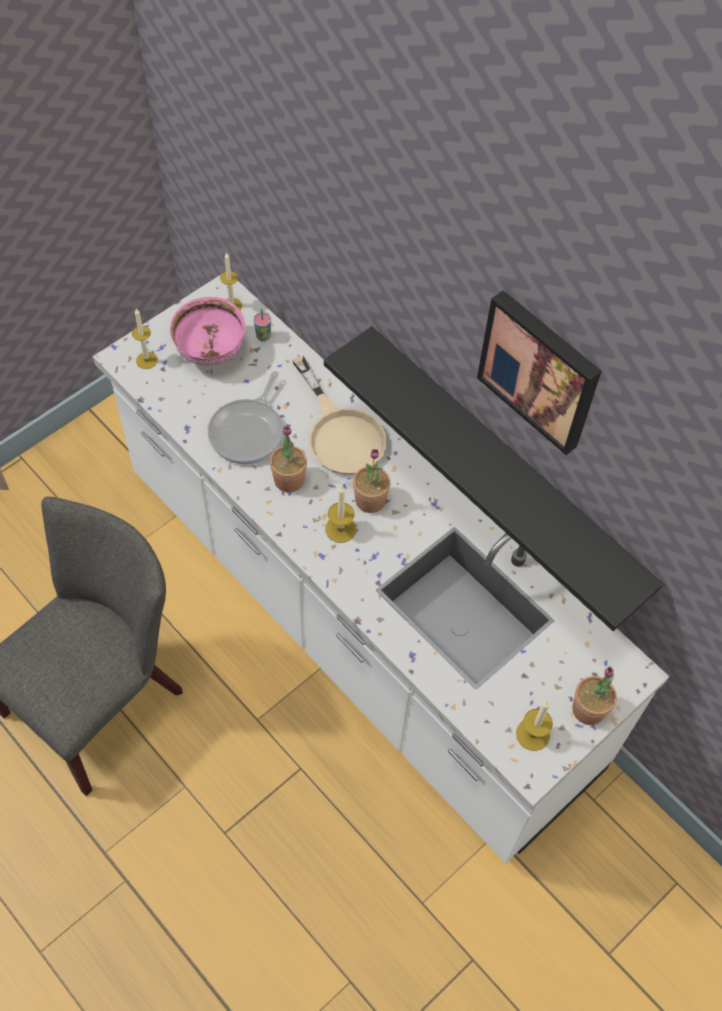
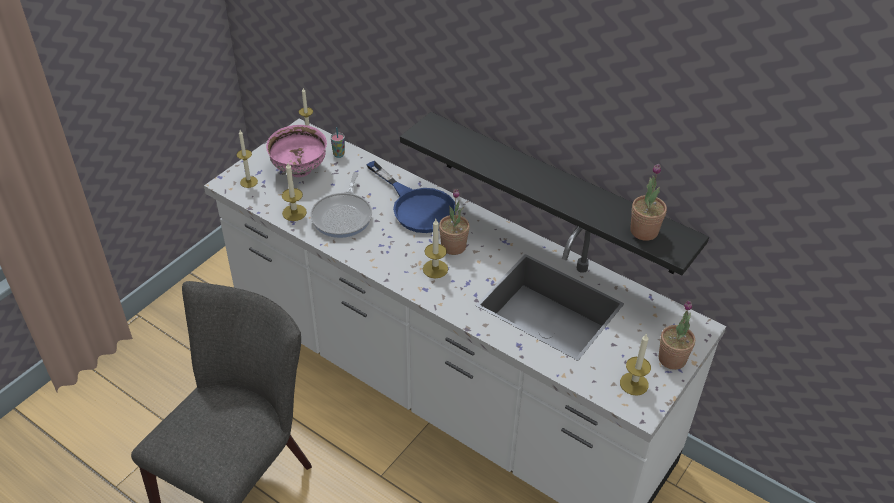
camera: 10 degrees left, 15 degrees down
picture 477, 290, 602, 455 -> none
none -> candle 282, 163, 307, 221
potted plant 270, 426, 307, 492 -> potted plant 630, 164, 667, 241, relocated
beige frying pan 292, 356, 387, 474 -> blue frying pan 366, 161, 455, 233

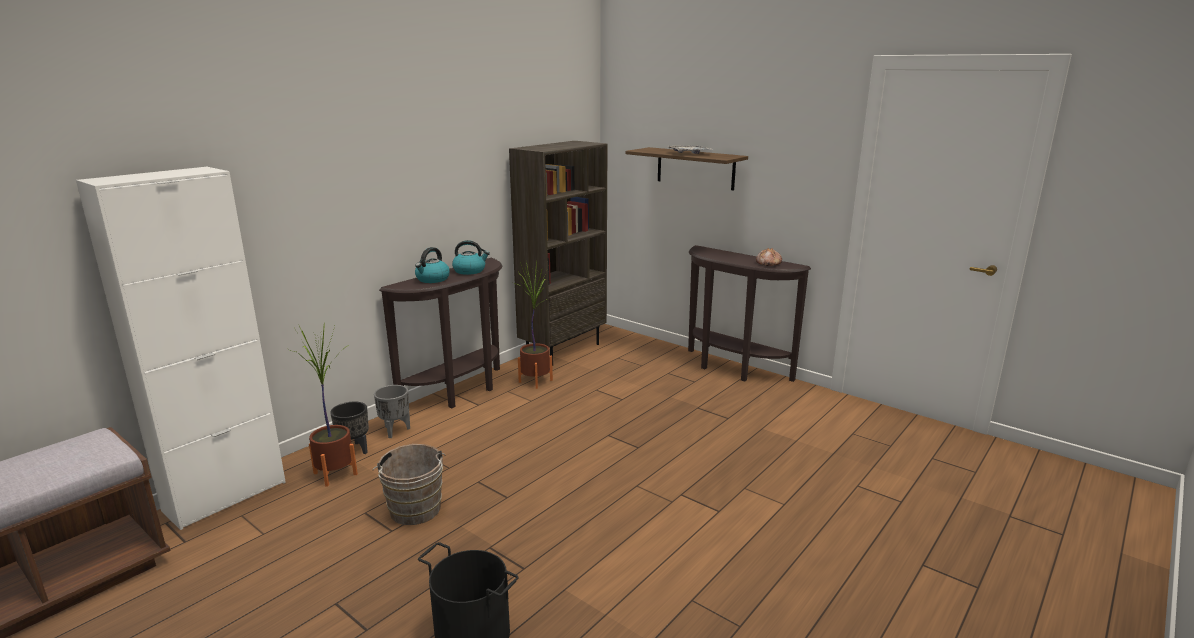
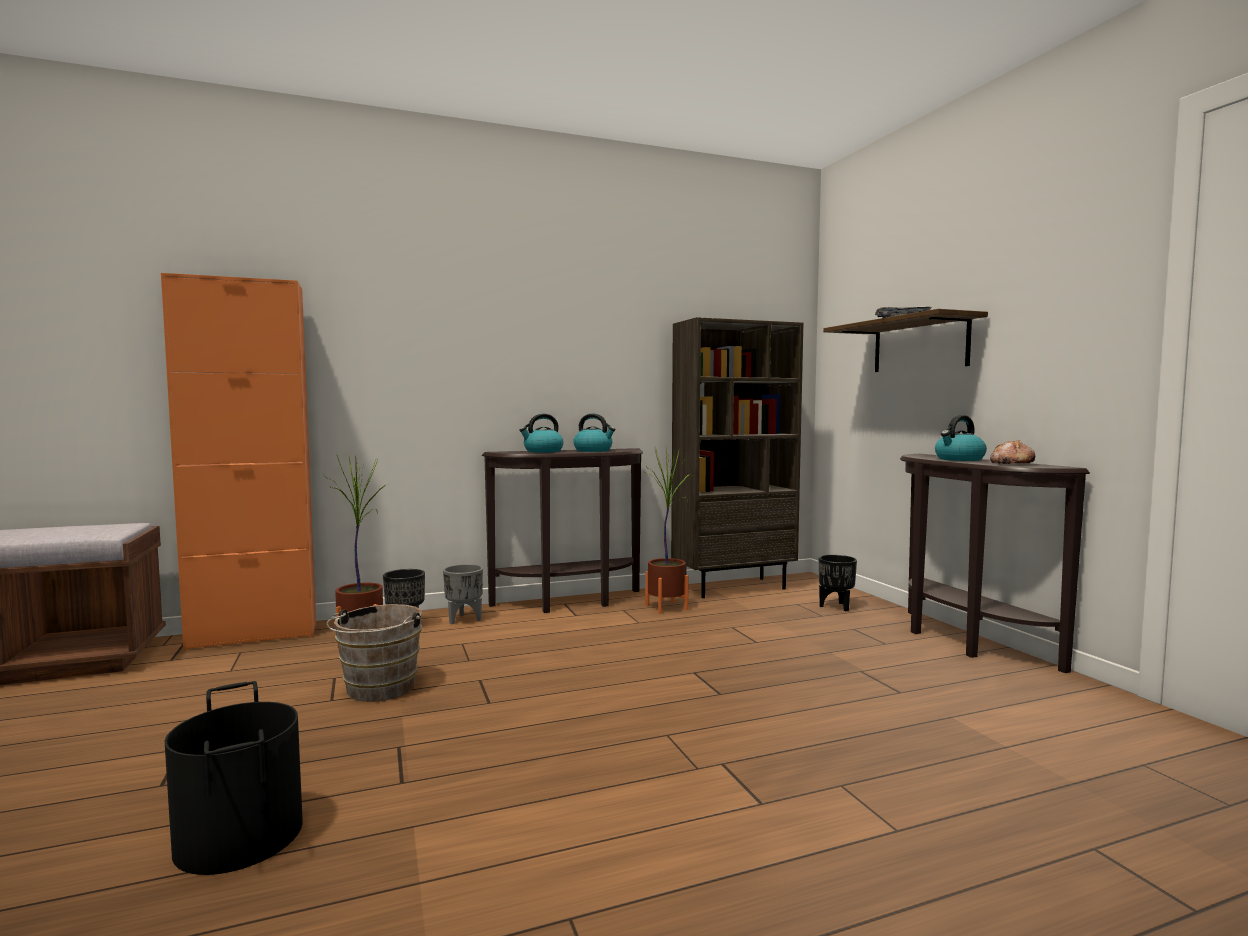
camera: 30 degrees right, 15 degrees down
none -> black planter 819, 555, 857, 611
none -> kettle 935, 415, 987, 461
white cabinet 76, 167, 286, 530 -> orange cabinet 161, 273, 316, 651

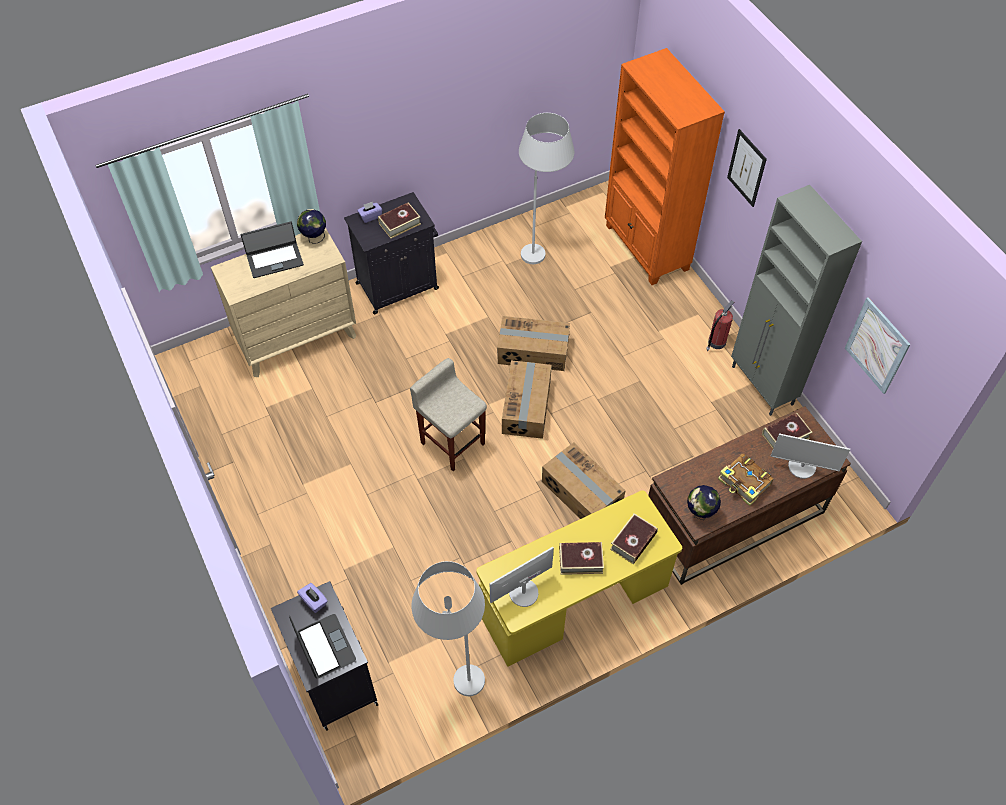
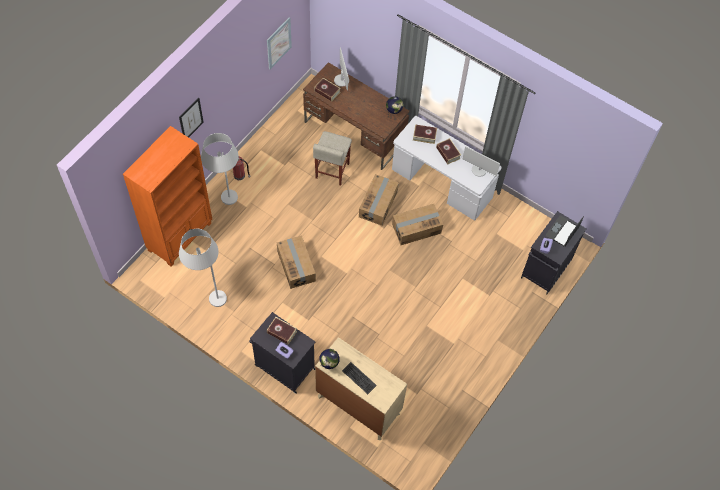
camera: 120 degrees left, 5 degrees up
book 718, 454, 774, 506 -> none
grey cabinet 731, 185, 862, 416 -> none
beige stool 410, 358, 487, 471 -> beige stool 313, 131, 352, 186, relocated
white floor lamp 411, 561, 485, 696 -> white floor lamp 201, 133, 238, 205, relocated
cardboard box 502, 361, 552, 439 -> cardboard box 392, 204, 443, 245, relocated
laptop 241, 221, 304, 278 -> keyboard 342, 362, 377, 394
yellow desk 476, 490, 682, 667 -> white desk 392, 116, 501, 221

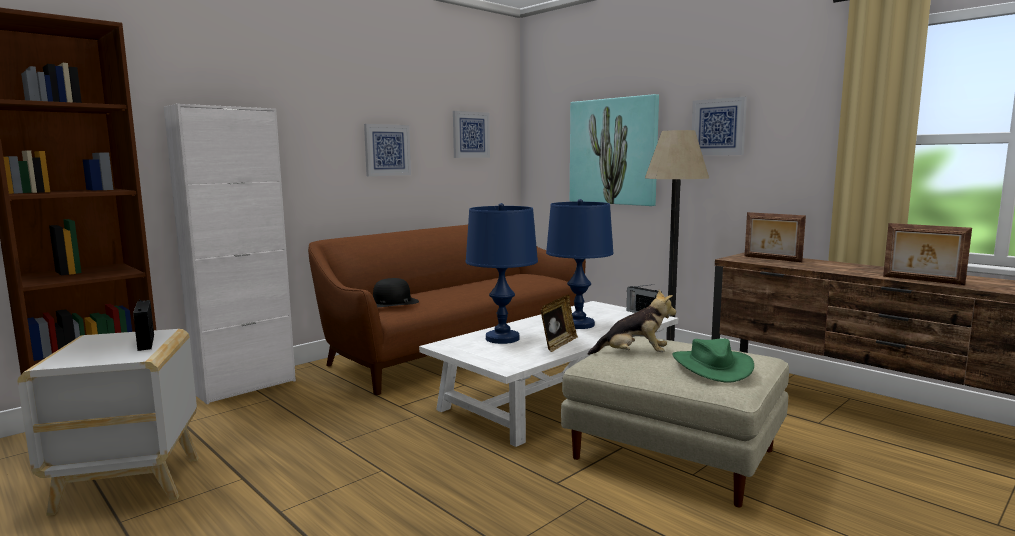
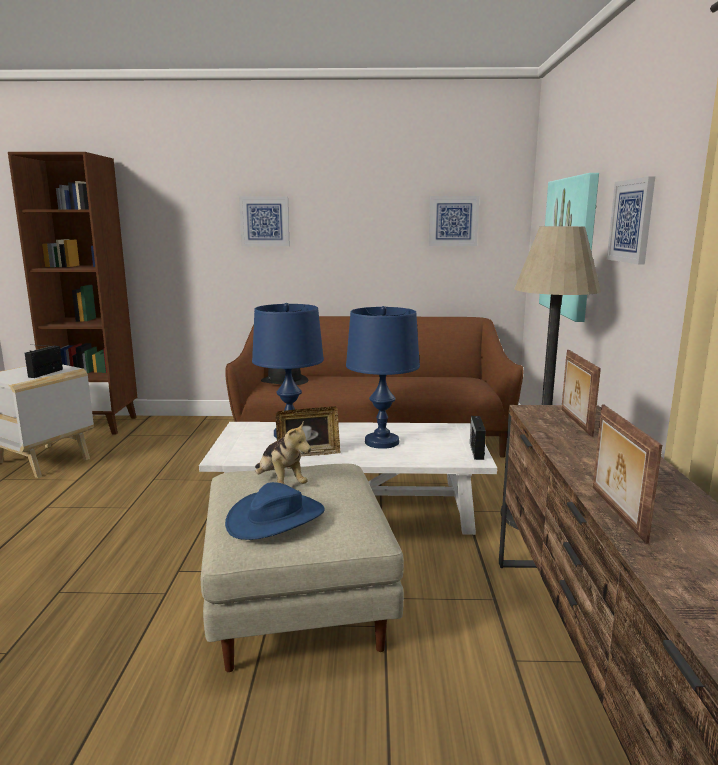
camera: 45 degrees right, 5 degrees up
white cabinet 164, 104, 296, 404 -> none
picture 364, 124, 411, 176 -> picture 239, 197, 290, 246, relocated
green hat 672, 338, 754, 383 -> blue hat 225, 482, 325, 540

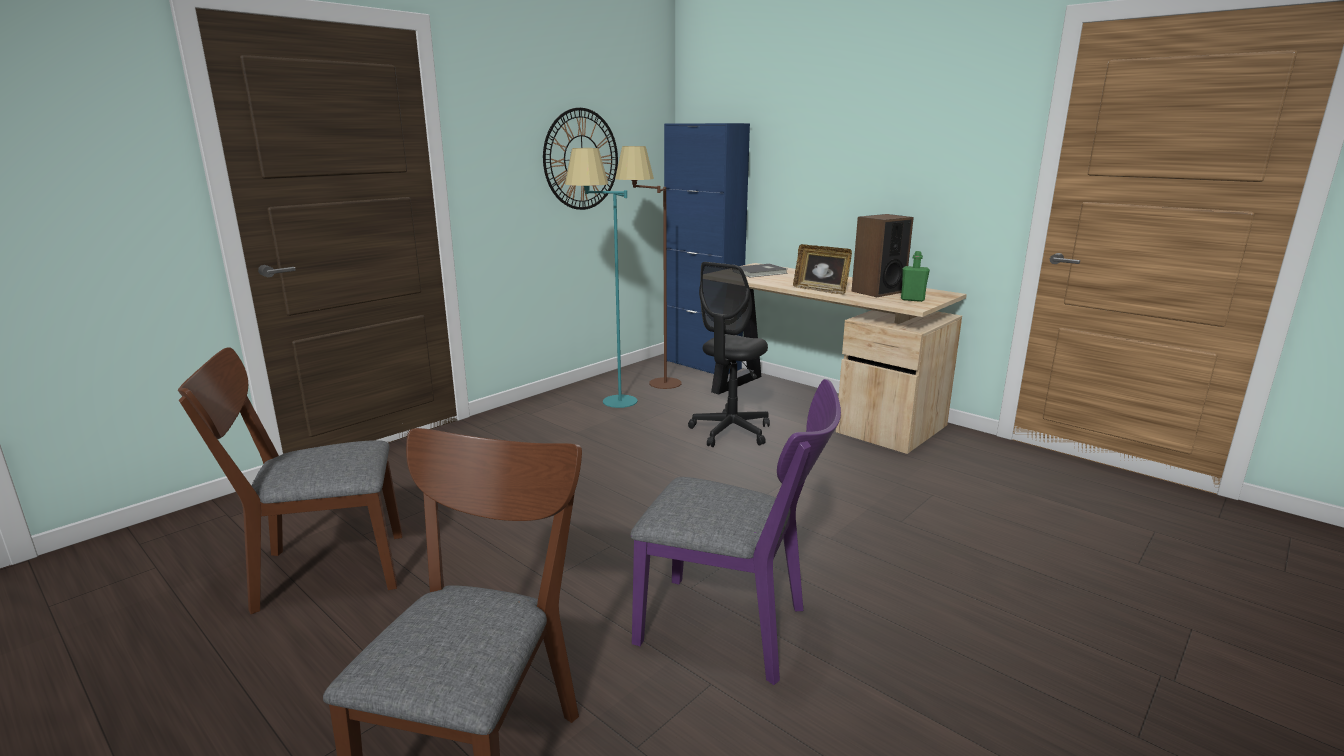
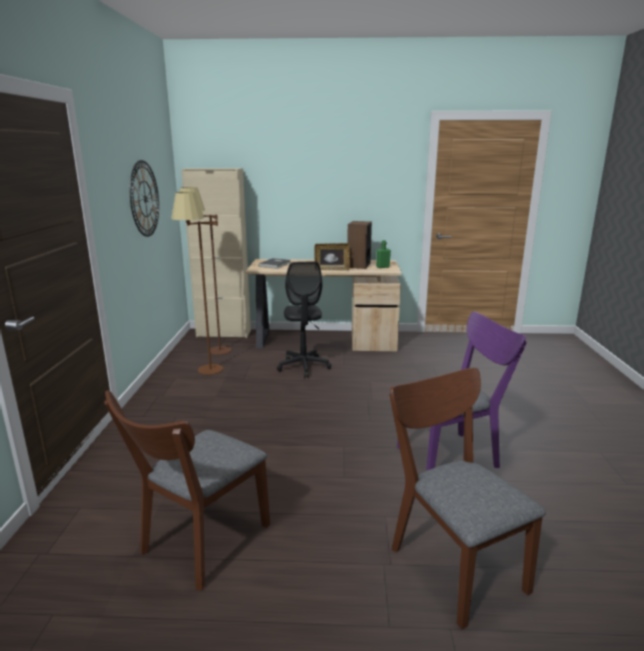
camera: 40 degrees left, 0 degrees up
turquoise floor lamp 565, 148, 638, 408 -> brown floor lamp 171, 192, 223, 375
blue cabinet 664, 123, 750, 374 -> beige cabinet 181, 168, 251, 338

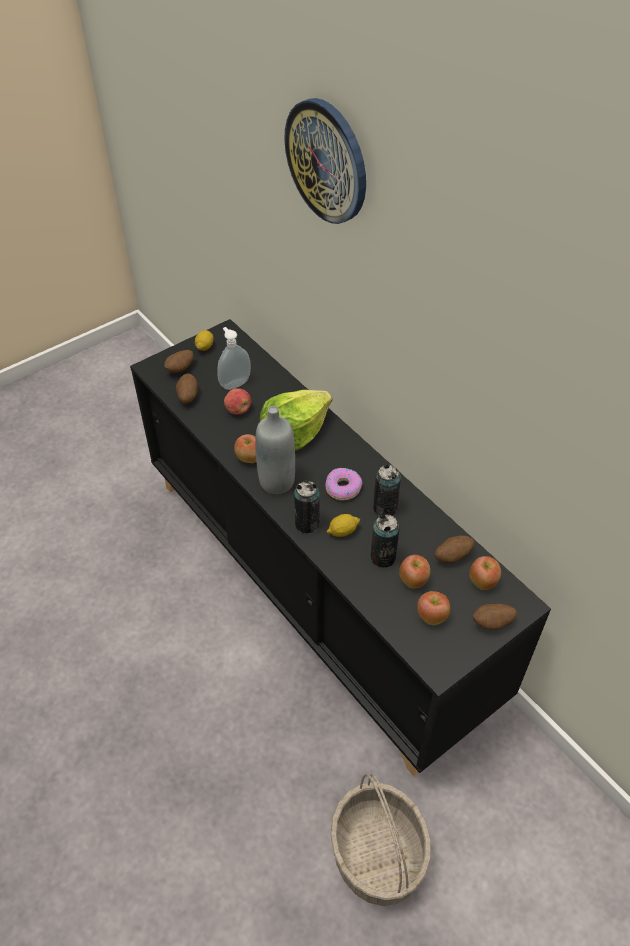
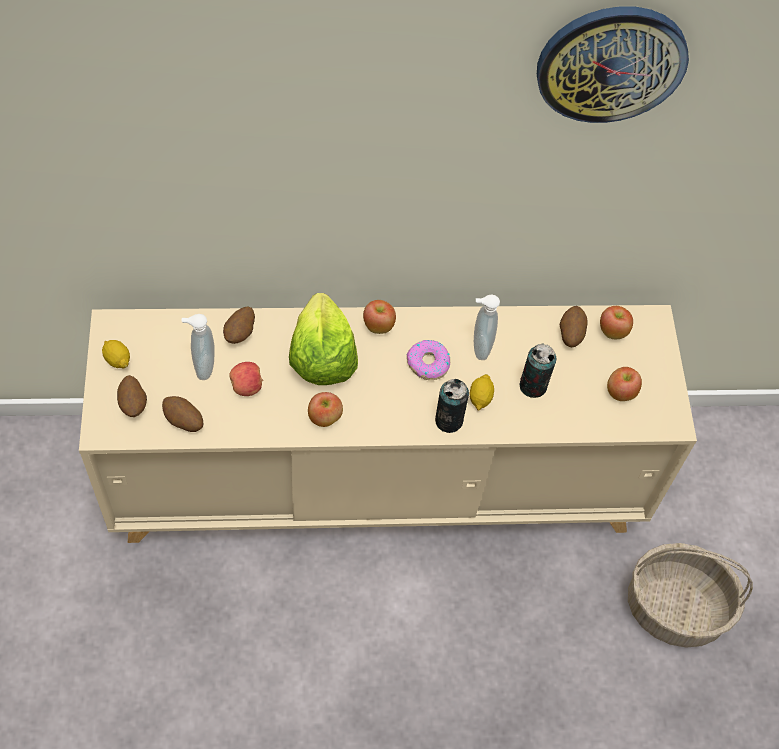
camera: 60 degrees left, 10 degrees up
grey bottle 255, 406, 295, 494 -> none
wall clock 284, 98, 366, 224 -> wall clock 537, 6, 689, 123, relocated
apple 399, 555, 430, 589 -> apple 363, 300, 396, 334, relocated
potato 473, 604, 517, 630 -> potato 223, 307, 255, 344, relocated
can 373, 464, 401, 516 -> soap dispenser 474, 294, 500, 360
black cabinet 130, 319, 551, 776 -> beige cabinet 79, 305, 697, 543

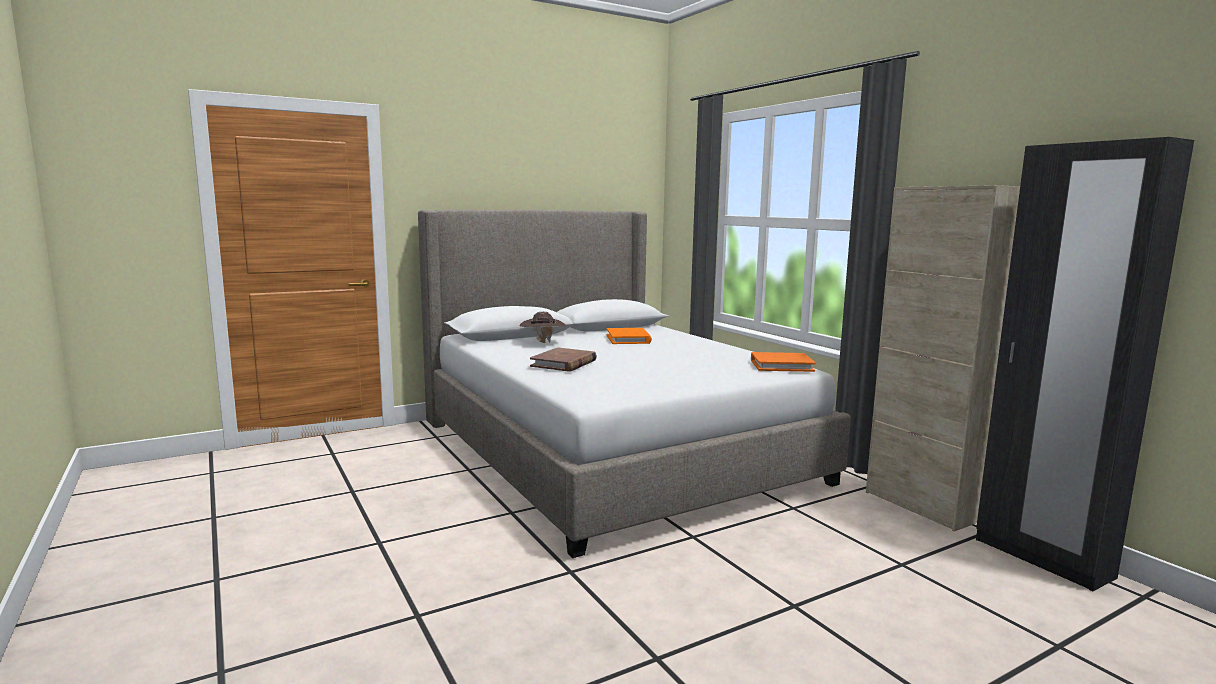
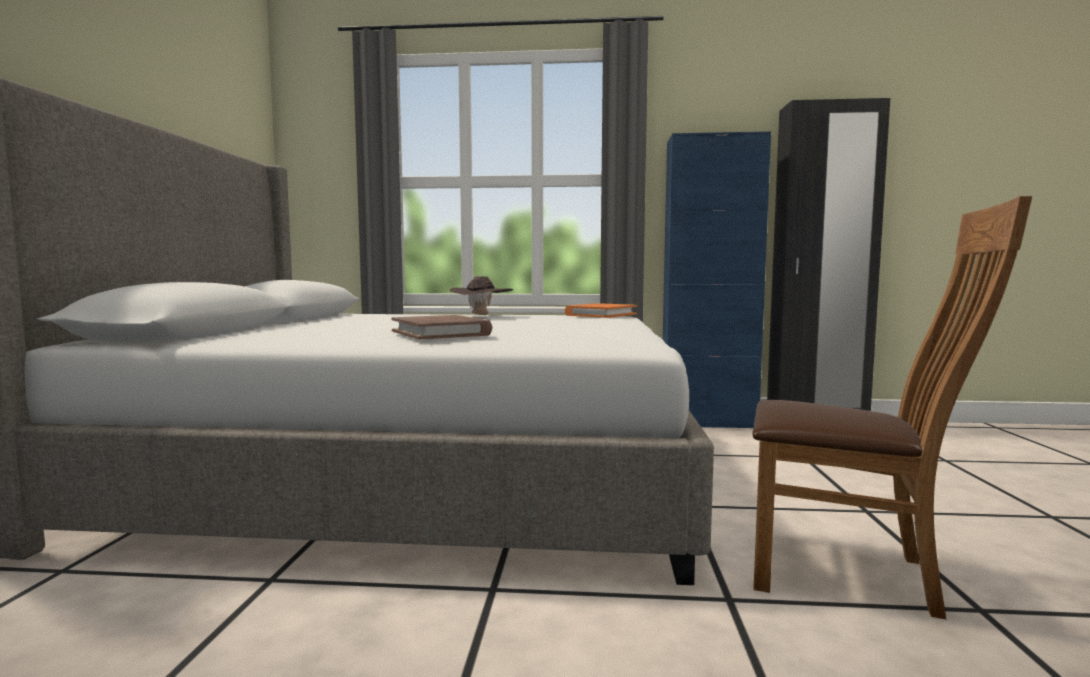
camera: 55 degrees left, 5 degrees down
orange book 607, 328, 652, 344 -> none
none -> brown chair 752, 196, 1032, 619
brown hat 520, 312, 566, 343 -> brown hat 450, 276, 513, 316, relocated
beige cabinet 866, 185, 1020, 532 -> blue cabinet 663, 131, 771, 428

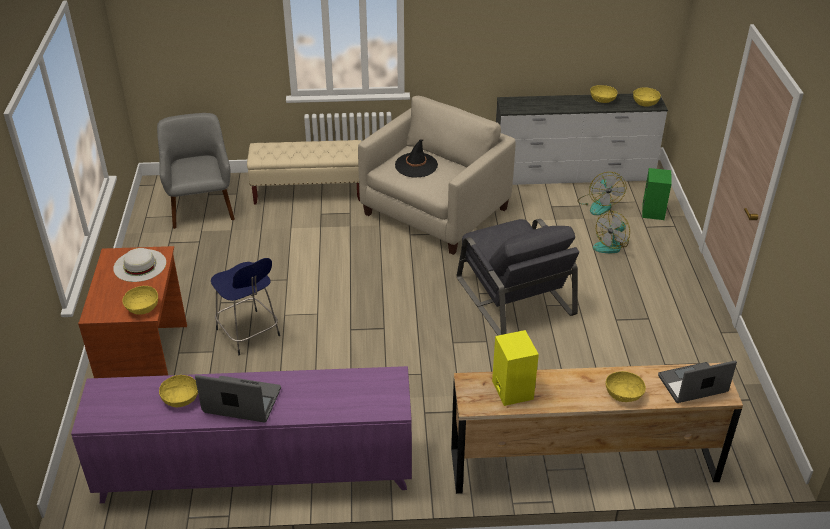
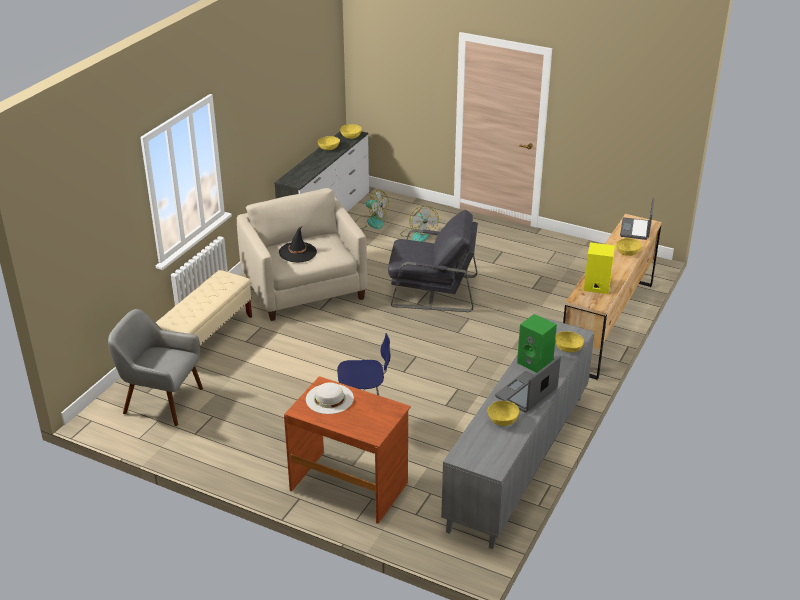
camera: 60 degrees left, 5 degrees down
yellow bowl 122, 286, 158, 315 -> yellow bowl 555, 331, 584, 353, relocated
green speaker 642, 168, 672, 220 -> green speaker 517, 314, 557, 373, relocated
purple cabinet 71, 366, 412, 503 -> grey cabinet 441, 318, 594, 549

